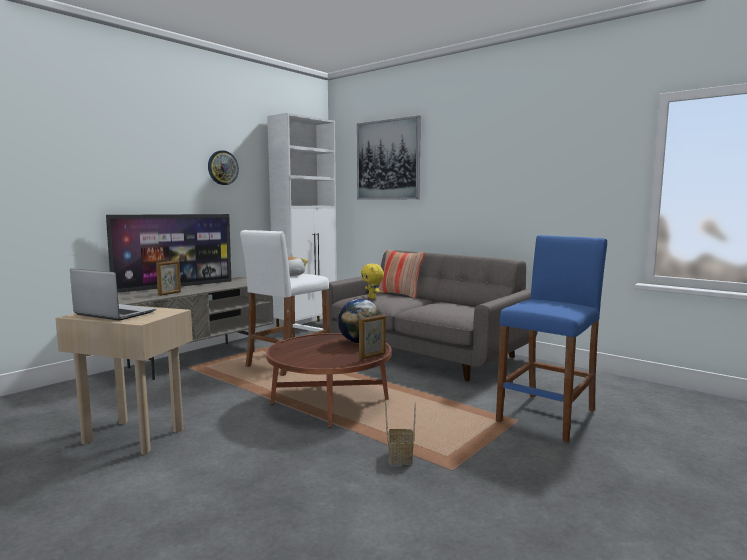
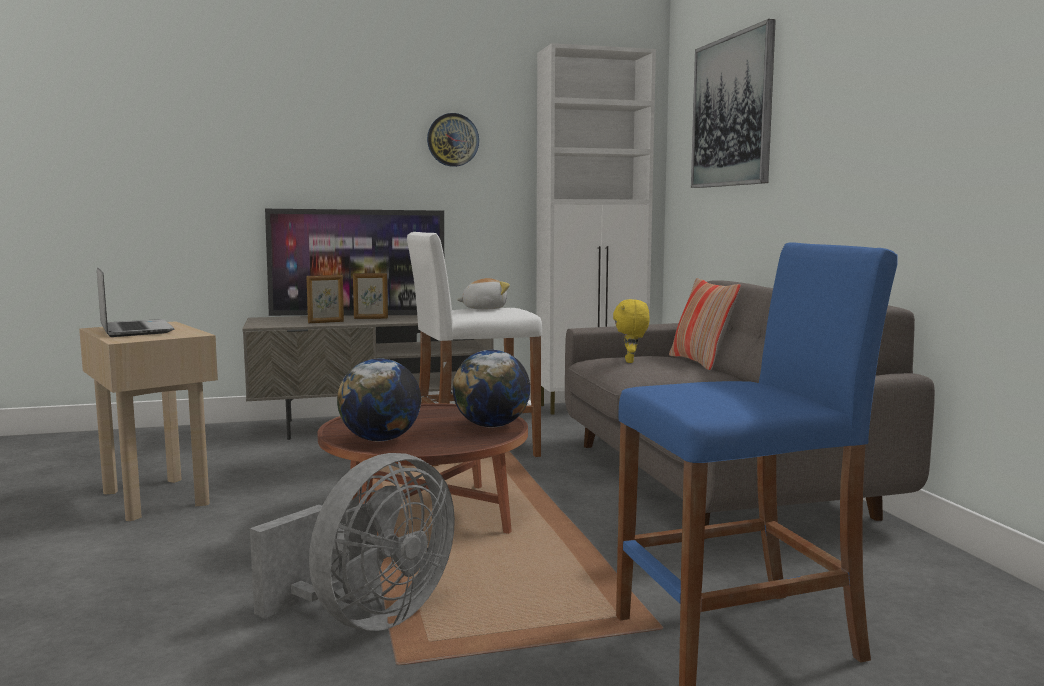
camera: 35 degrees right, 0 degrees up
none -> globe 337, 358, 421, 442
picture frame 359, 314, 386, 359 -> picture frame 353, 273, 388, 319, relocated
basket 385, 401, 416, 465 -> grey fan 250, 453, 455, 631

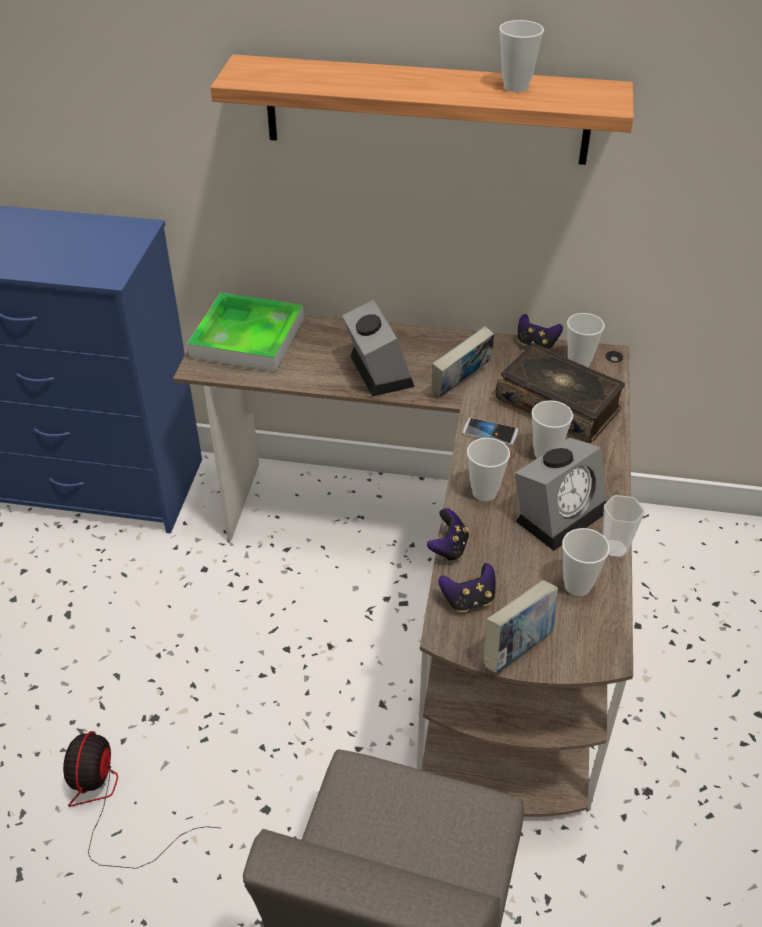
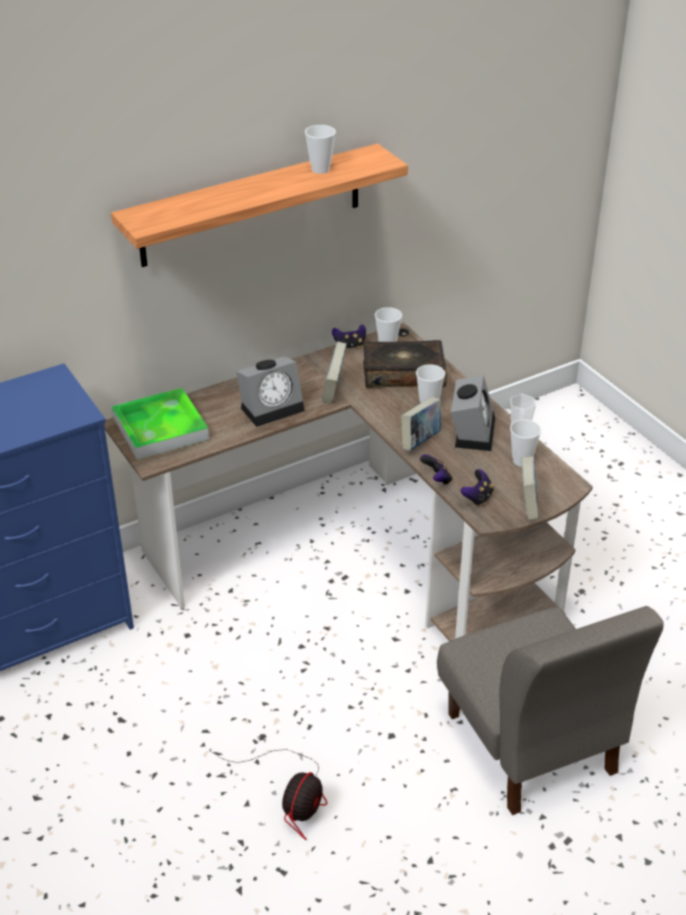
camera: 40 degrees left, 5 degrees down
phone 463, 418, 518, 445 -> none
cup 467, 438, 510, 501 -> book 401, 397, 441, 451
fan 63, 731, 220, 869 -> fan 219, 749, 327, 840, 120 degrees counterclockwise
alarm clock 342, 300, 414, 396 -> alarm clock 236, 356, 304, 427, 120 degrees clockwise

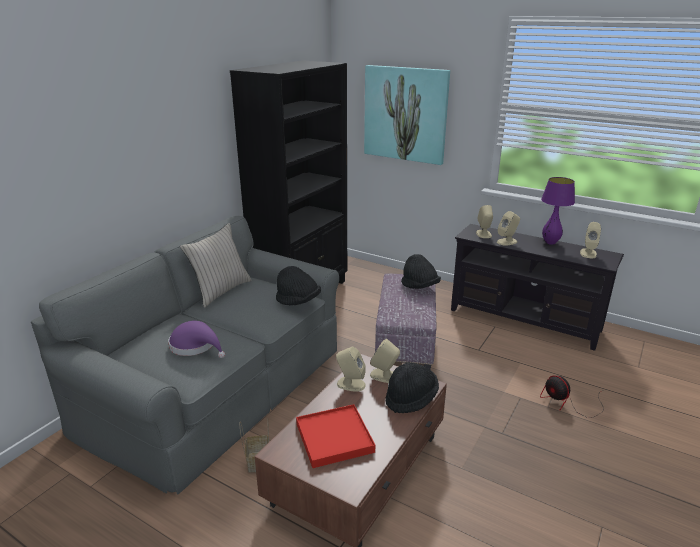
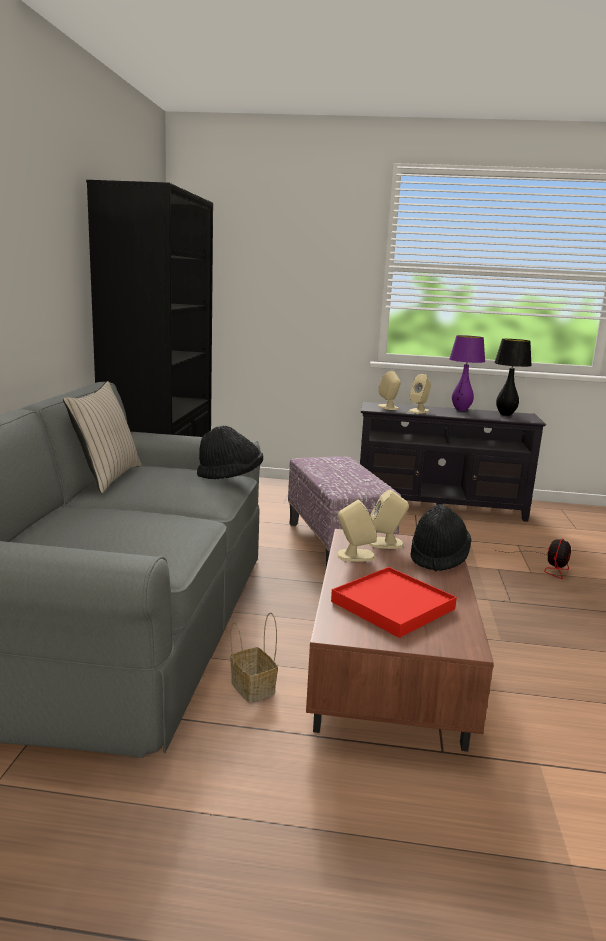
camera: 25 degrees left, 10 degrees down
purple hat 168, 321, 225, 358 -> none
picture 364, 65, 450, 165 -> none
black hat 401, 254, 441, 289 -> none
beige speaker 580, 222, 601, 258 -> black table lamp 494, 339, 532, 416
fan 540, 375, 604, 418 -> fan 496, 539, 571, 579, 90 degrees counterclockwise

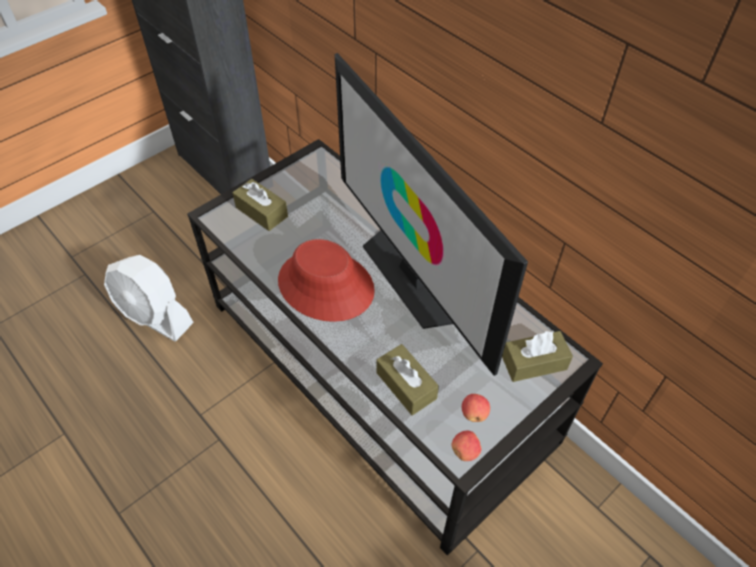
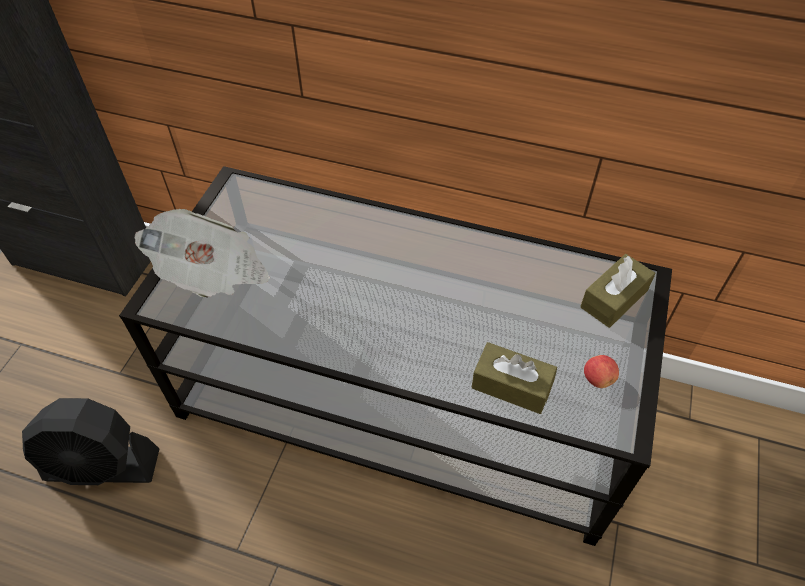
camera: 30 degrees left, 0 degrees up
red hat 278, 239, 375, 322 -> none
television 335, 53, 528, 376 -> none
apple 452, 431, 481, 461 -> none
brown tissue box 232, 179, 288, 231 -> newspaper 135, 209, 270, 298
white fan 104, 255, 194, 341 -> black fan 22, 398, 159, 485

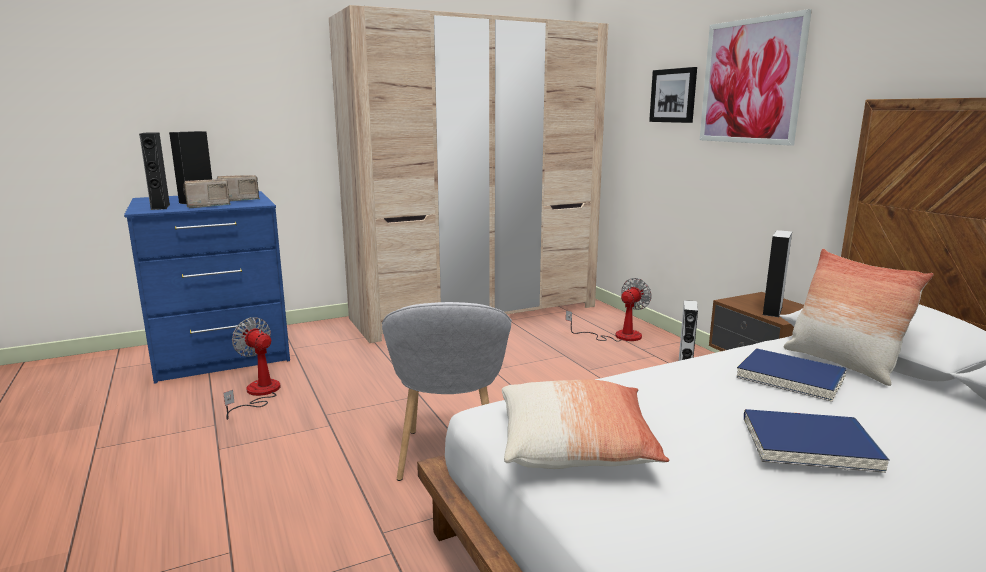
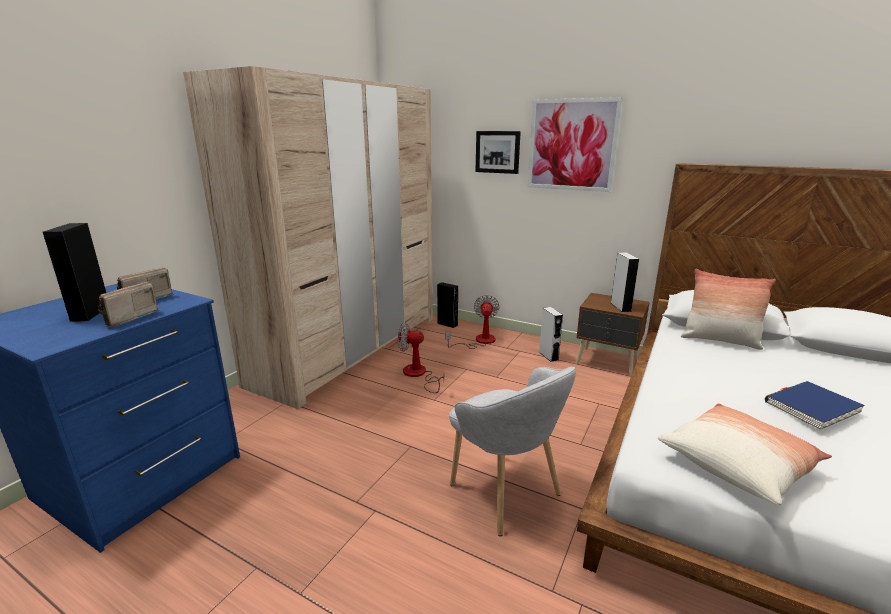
camera: 35 degrees left, 5 degrees up
blue book 737, 348, 847, 402 -> none
black speaker 139, 132, 170, 210 -> black speaker 437, 282, 458, 328, relocated
fan 223, 317, 280, 420 -> fan 398, 323, 445, 393, relocated

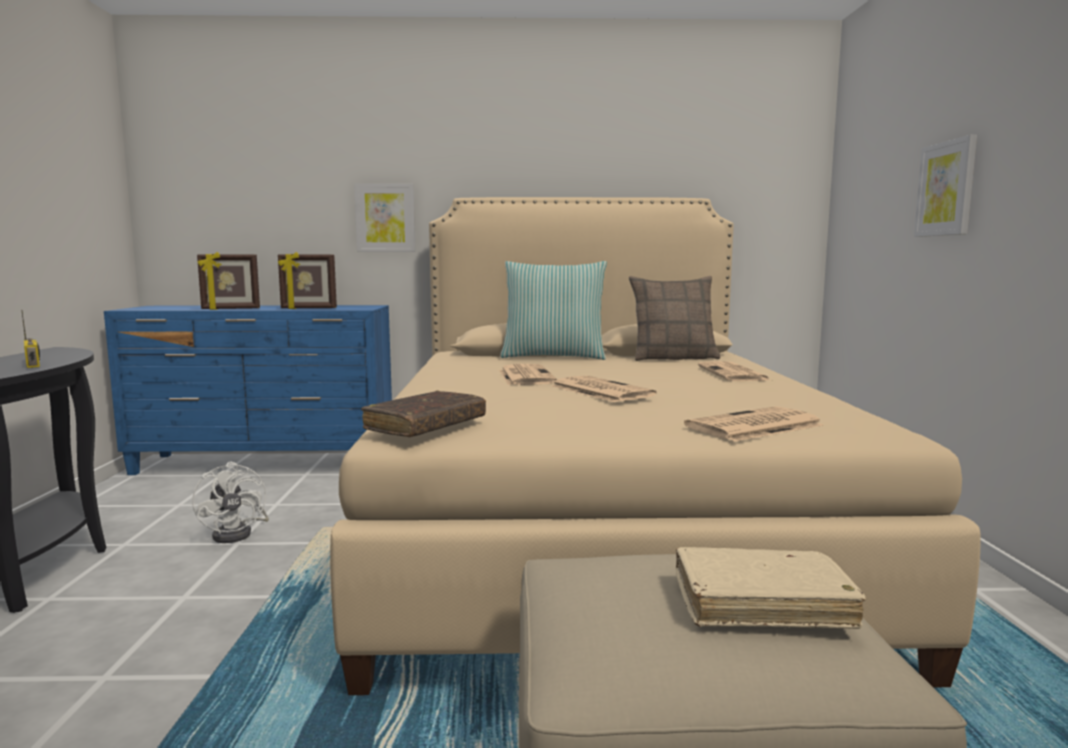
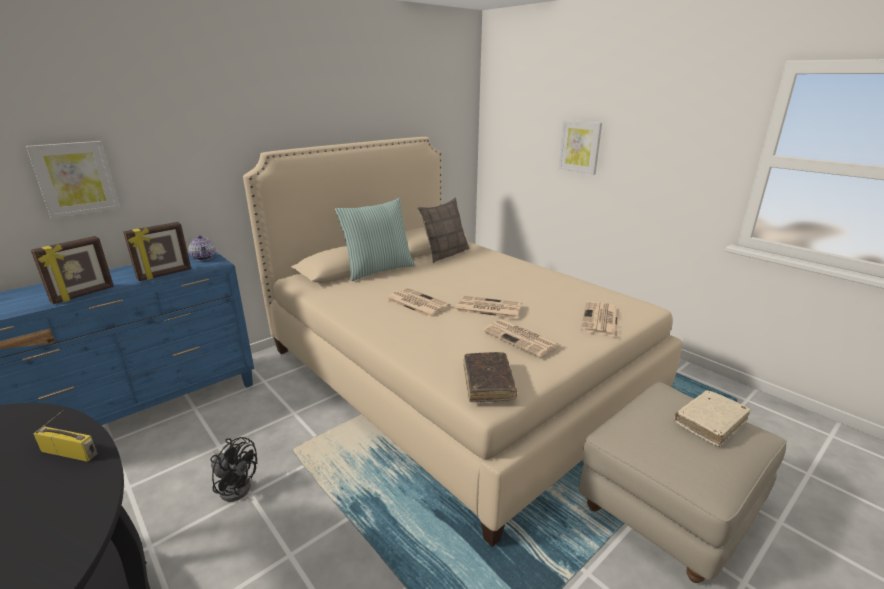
camera: 40 degrees left, 15 degrees up
none -> teapot 189, 235, 216, 261
picture 354, 183, 416, 252 -> picture 26, 141, 120, 219, relocated
newspaper 698, 361, 770, 381 -> newspaper 482, 319, 560, 357, relocated
white fan 192, 462, 269, 543 -> black fan 210, 437, 257, 502

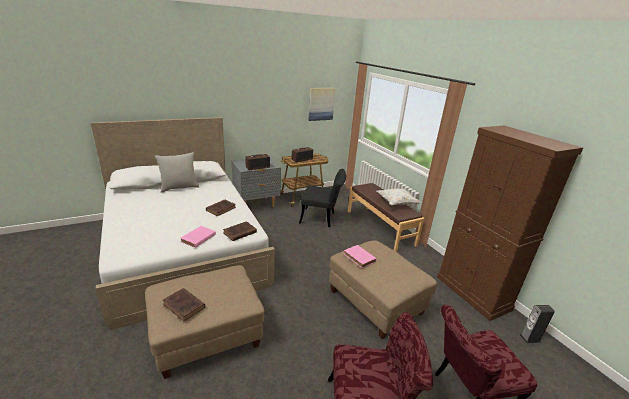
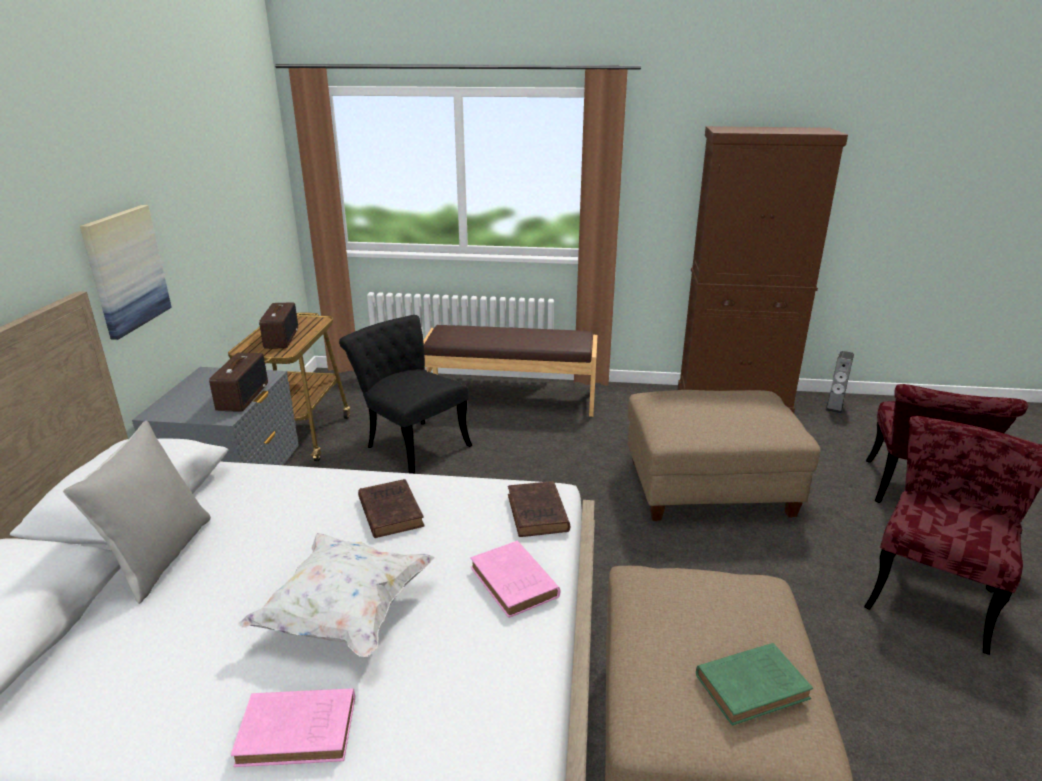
camera: 55 degrees left, 0 degrees up
picture 309, 88, 336, 121 -> picture 80, 205, 172, 340, relocated
pink book 344, 245, 377, 268 -> pink book 231, 688, 355, 767, relocated
white pillow 376, 188, 421, 205 -> white pillow 238, 533, 435, 657, relocated
brown book 163, 288, 205, 322 -> green book 696, 643, 813, 726
black chair 299, 169, 346, 227 -> black chair 339, 315, 472, 474, 90 degrees counterclockwise

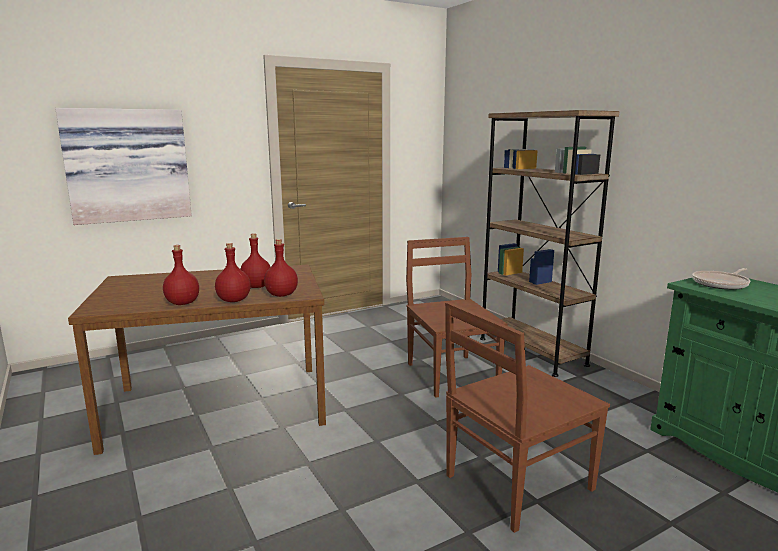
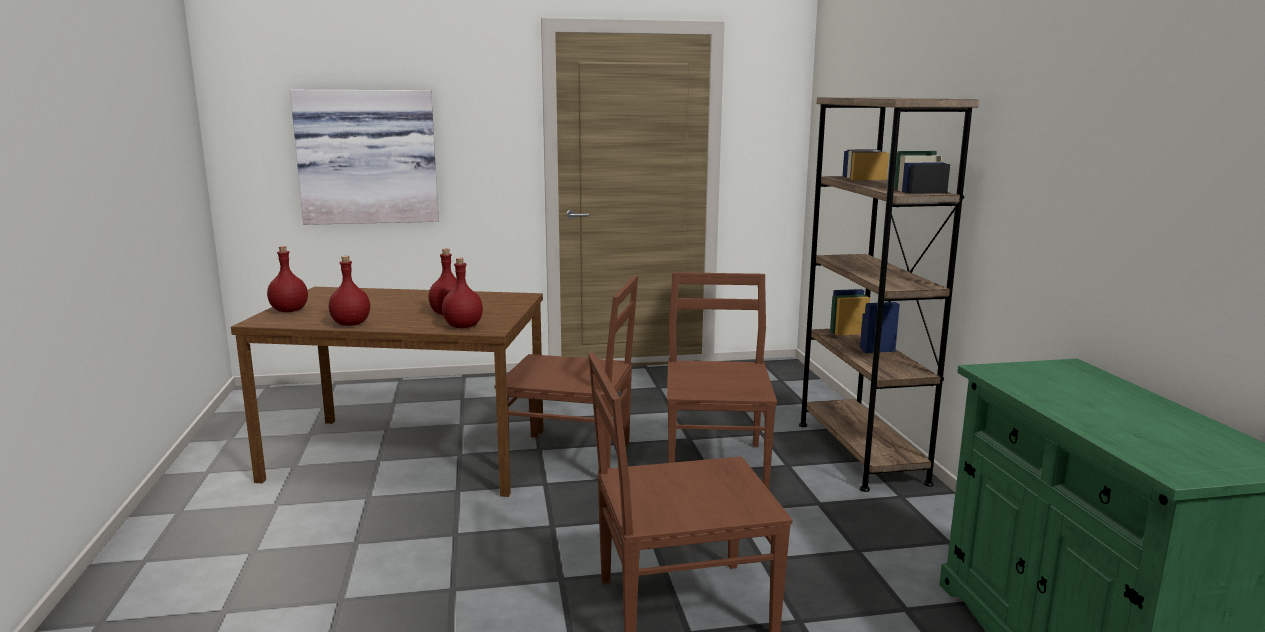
camera: 20 degrees right, 0 degrees up
frying pan 692, 268, 750, 290 -> none
none -> brown chair 494, 275, 638, 468
red bottle 215, 243, 251, 302 -> red bottle 267, 246, 308, 312, relocated

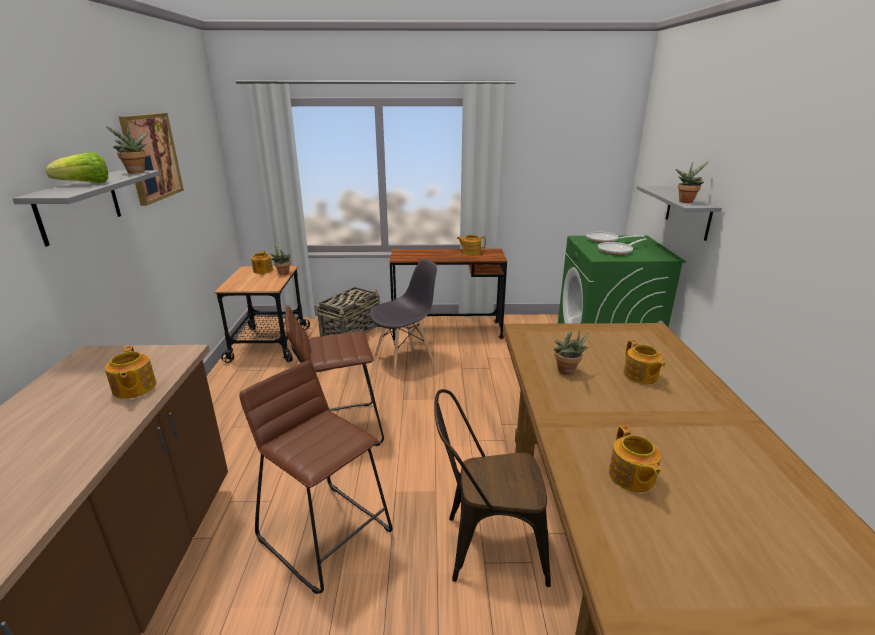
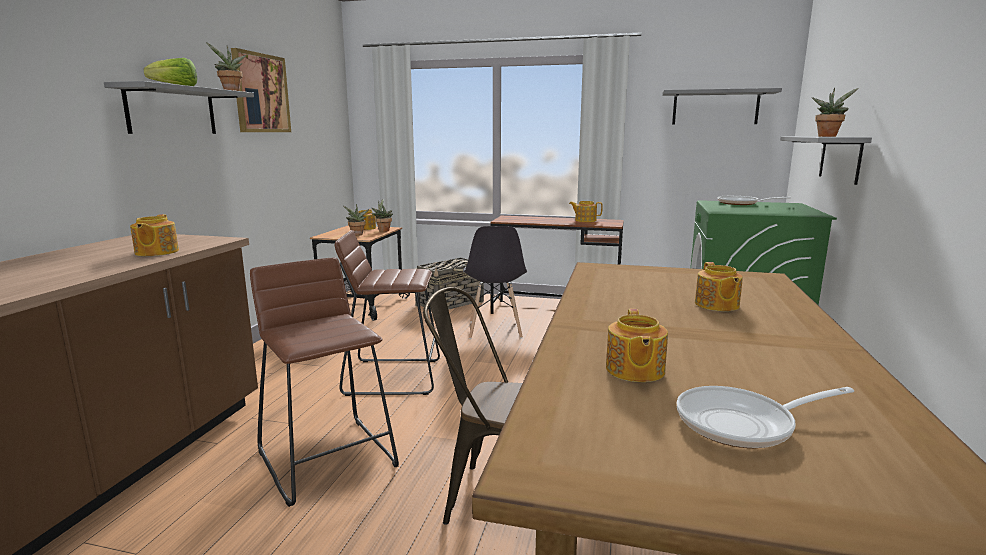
camera: 15 degrees right, 10 degrees down
none -> grey shelf 662, 88, 782, 125
potted plant 554, 331, 590, 375 -> potted plant 343, 204, 369, 236, relocated
frying pan 598, 238, 647, 255 -> frying pan 677, 386, 854, 448, relocated
grey chair 369, 259, 437, 376 -> grey chair 463, 226, 527, 339, 105 degrees clockwise

